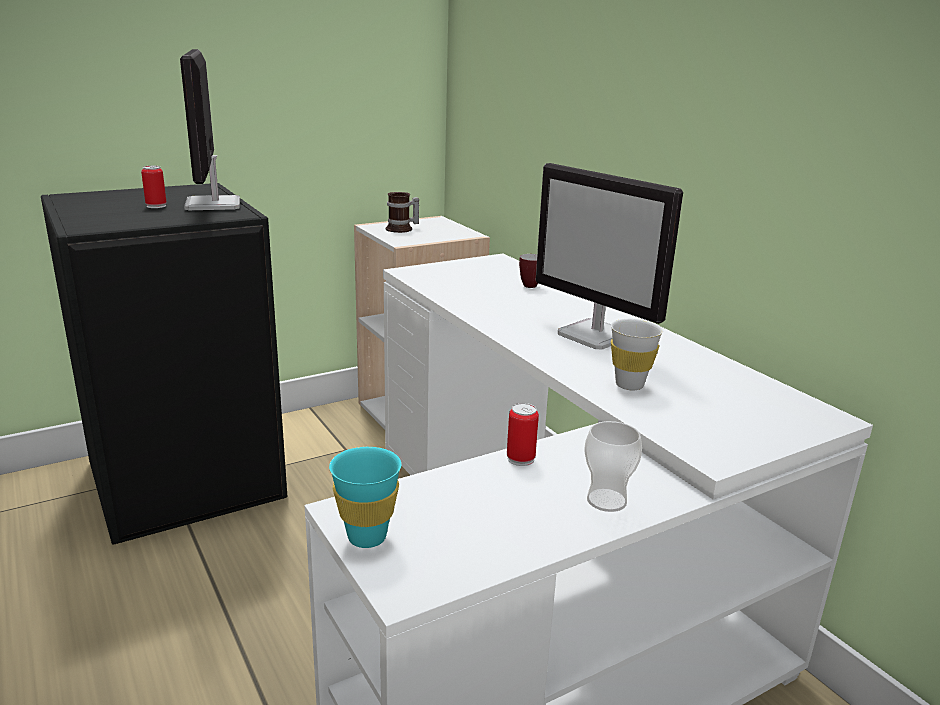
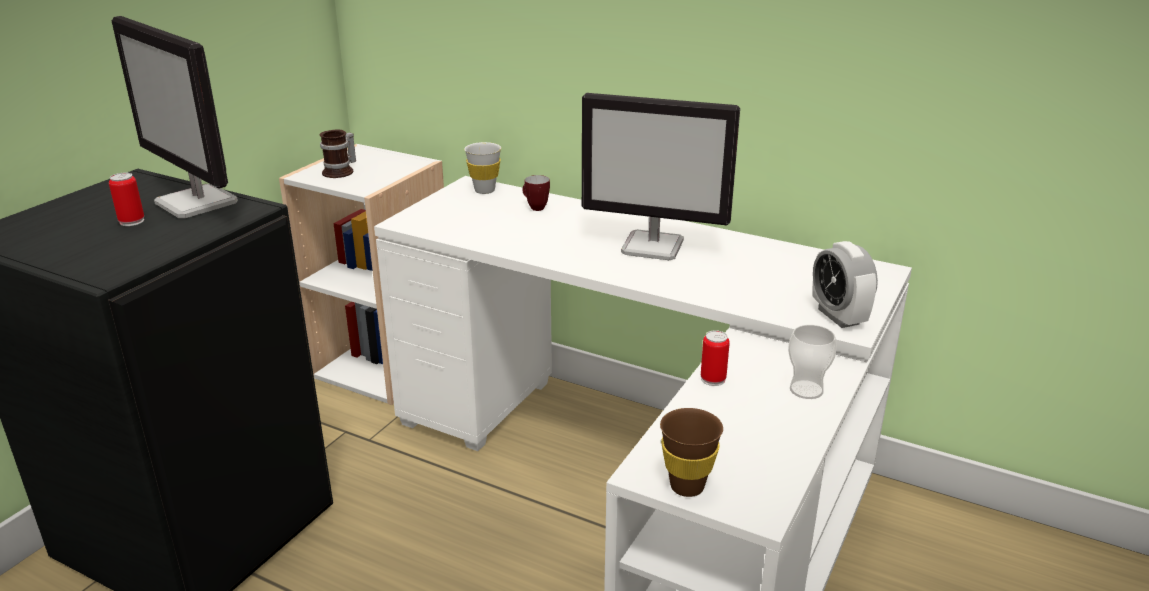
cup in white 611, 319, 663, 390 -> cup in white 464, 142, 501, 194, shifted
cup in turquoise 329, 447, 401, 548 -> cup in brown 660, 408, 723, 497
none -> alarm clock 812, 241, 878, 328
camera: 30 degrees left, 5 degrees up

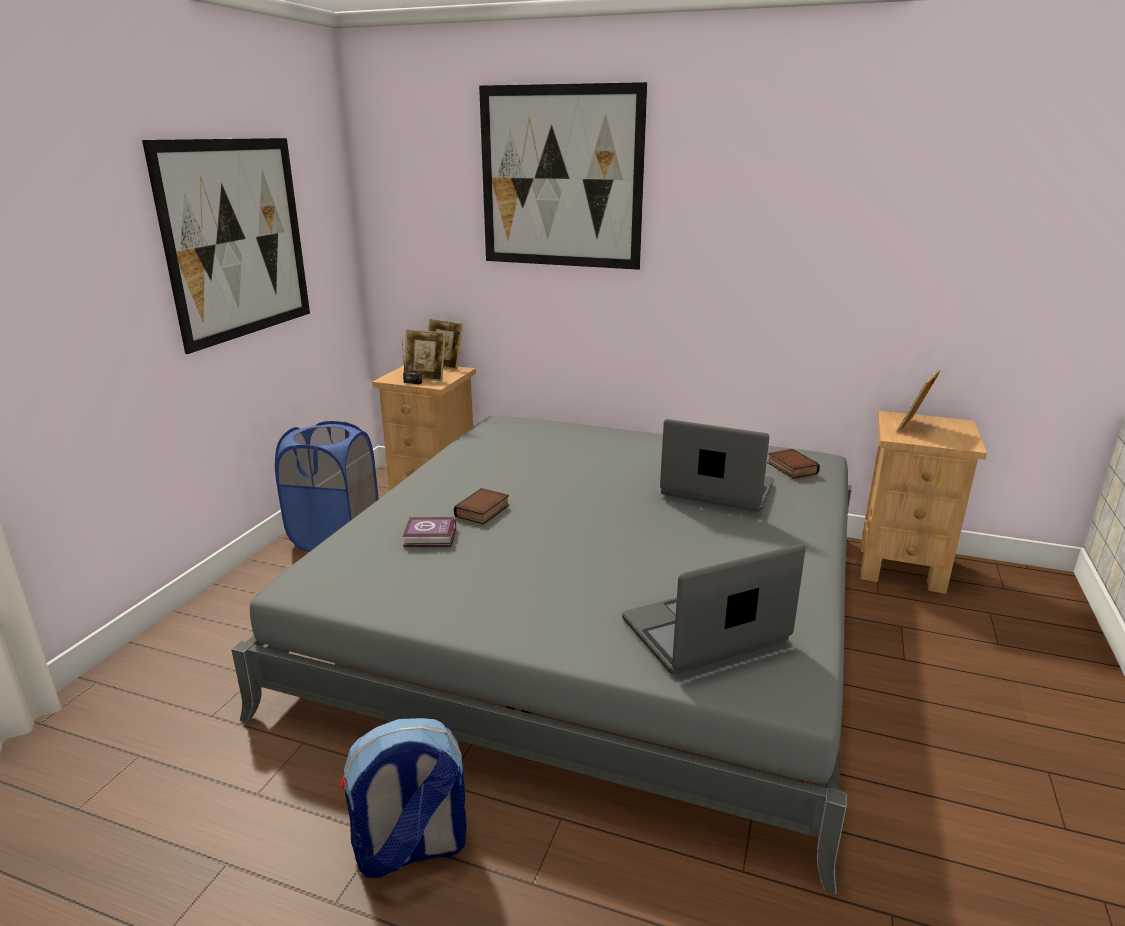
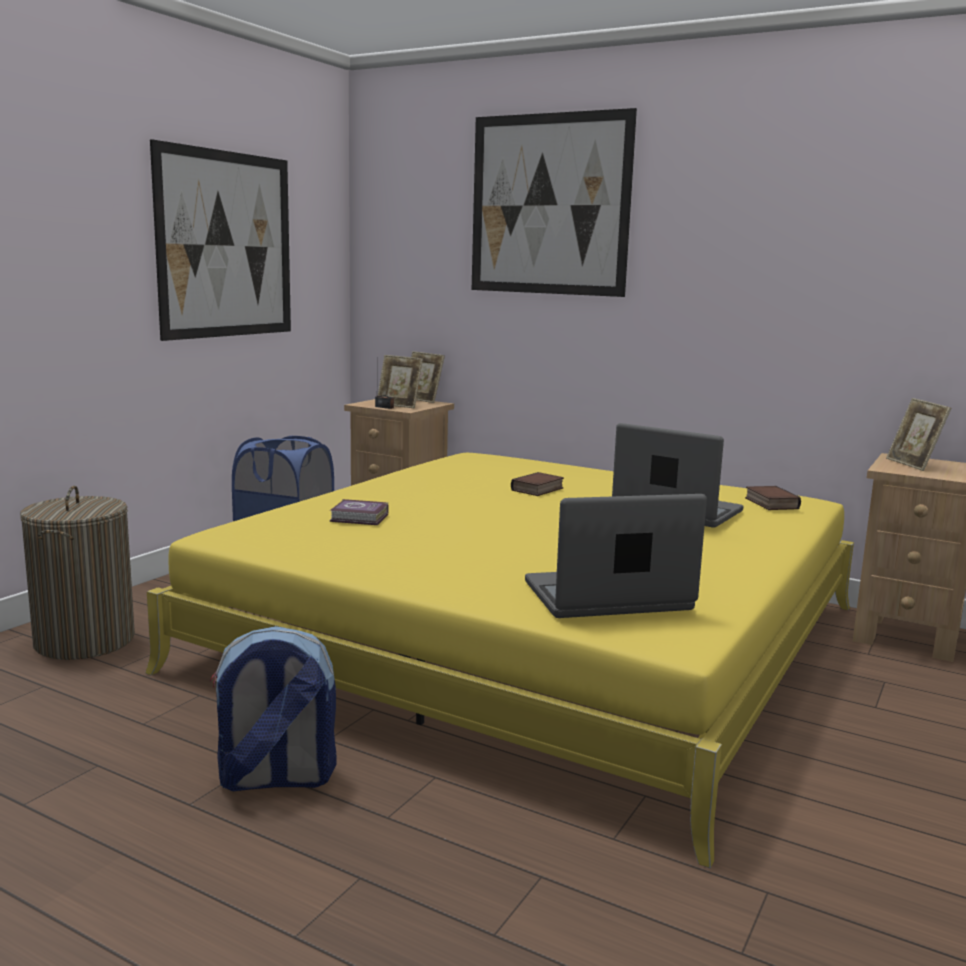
picture frame 896, 369, 940, 432 -> picture frame 886, 398, 951, 471, 60 degrees counterclockwise
bed in grey 231, 416, 852, 894 -> bed in yellow 145, 453, 854, 868
book 454, 488, 509, 525 -> book 511, 472, 564, 496, shifted
none -> laundry basket 20, 485, 135, 660
camera: 10 degrees right, 10 degrees down

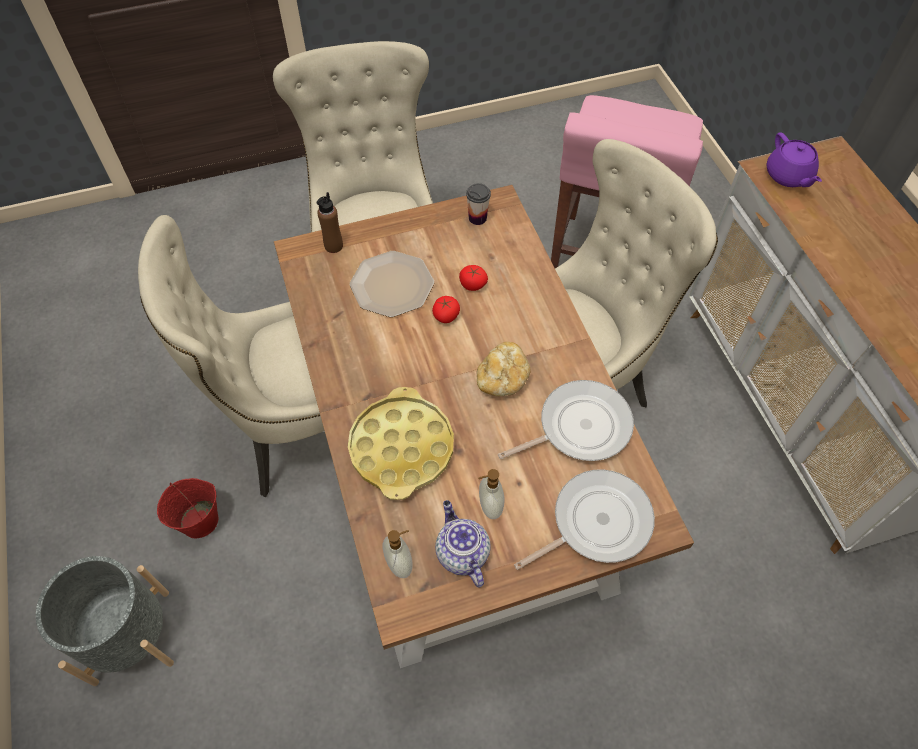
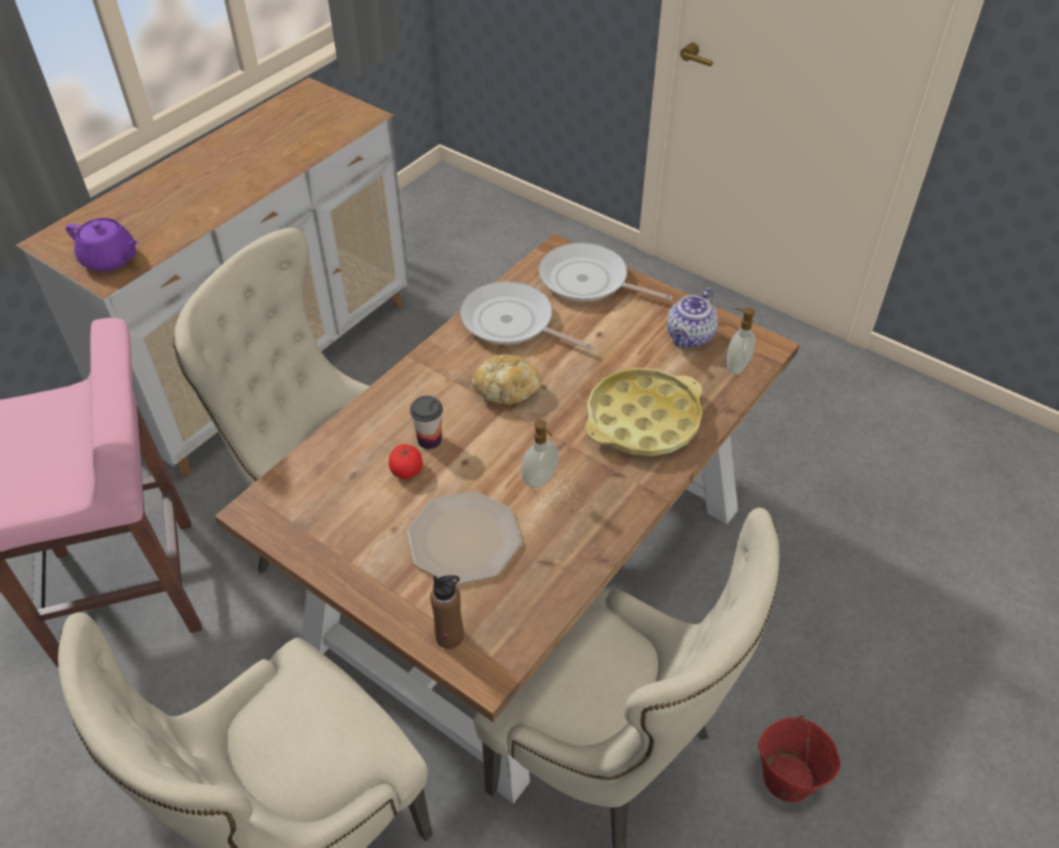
teapot in purple 766, 132, 822, 187 -> teapot in purple 66, 218, 139, 271, 75 degrees clockwise
cup 466, 183, 491, 225 -> cup 410, 396, 443, 449, shifted
tomato 432, 296, 460, 323 -> none
soap dispenser 478, 469, 504, 519 -> soap dispenser 521, 420, 559, 488, shifted
planter in grey 36, 556, 174, 686 -> none
camera: 125 degrees left, 10 degrees down

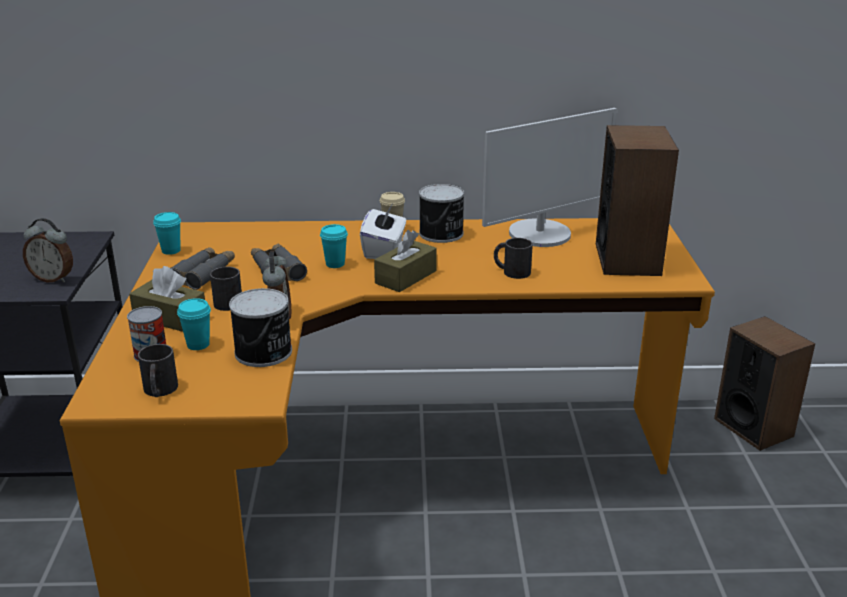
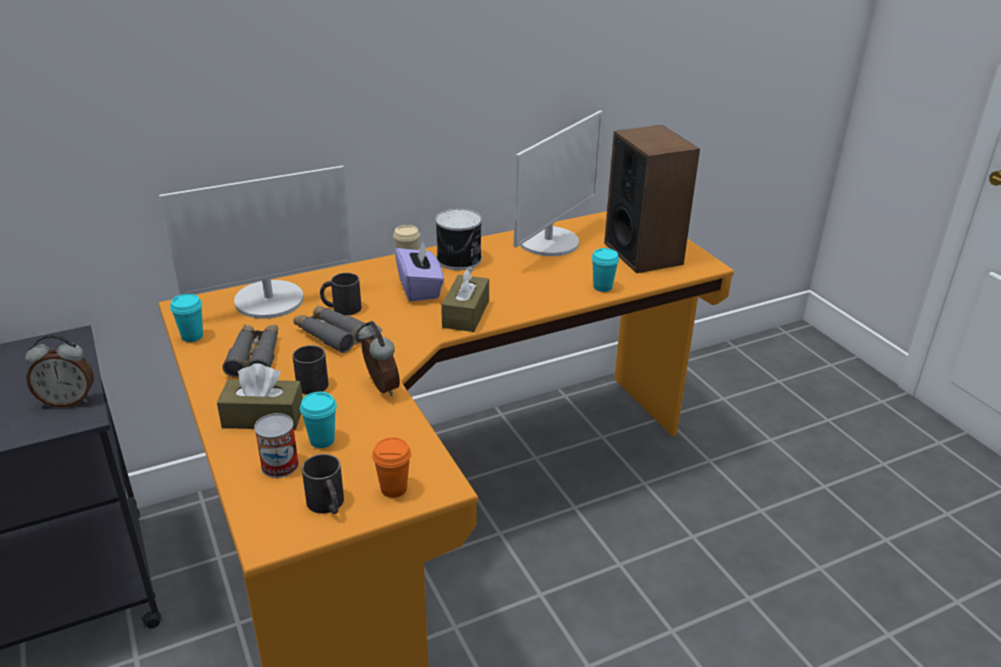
tissue box in white 360, 205, 406, 259 -> tissue box in purple 395, 242, 444, 302
cup in turquoise 320, 224, 348, 268 -> cup in turquoise 591, 248, 619, 292, shifted
mug in black 494, 238, 533, 279 -> mug in black 320, 273, 362, 316, shifted
can 229, 288, 292, 367 -> none
speaker 714, 316, 815, 451 -> none
none -> monitor 159, 165, 352, 319
none -> cup in orange 372, 437, 411, 498
camera: 25 degrees left, 5 degrees up

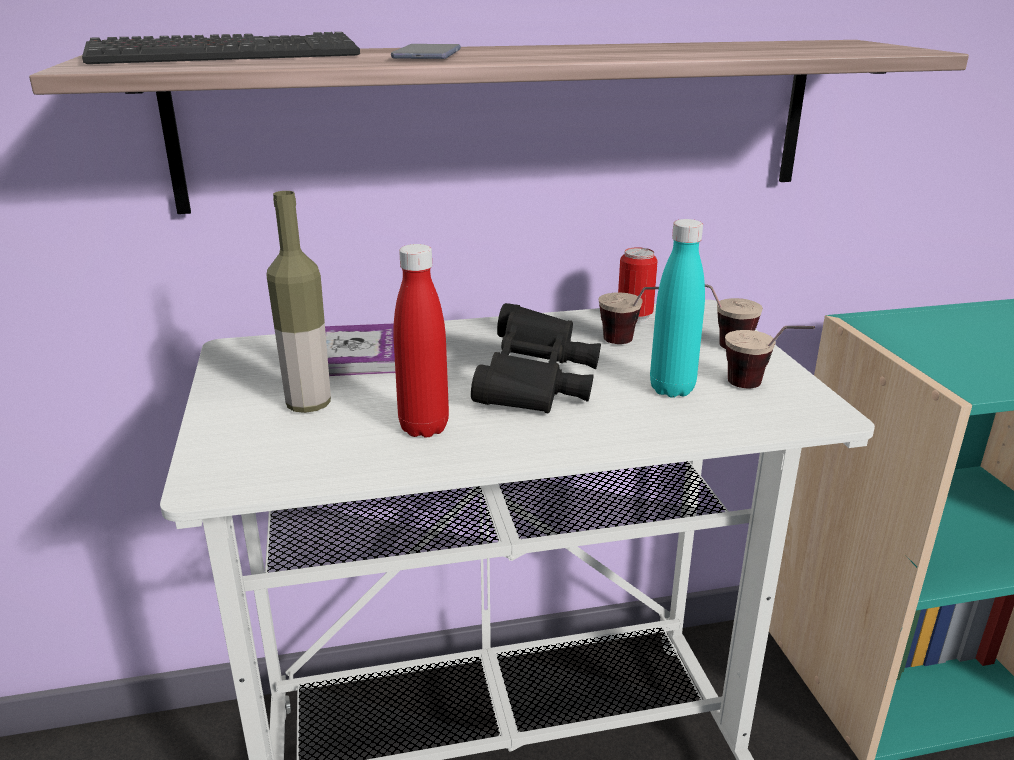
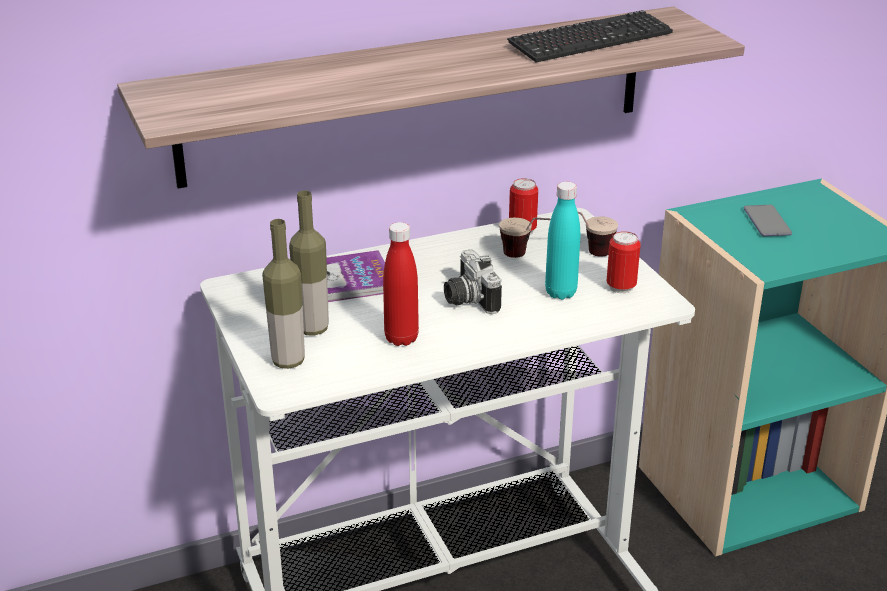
keyboard 82, 32, 360, 64 -> keyboard 507, 10, 673, 62, shifted
phone 391, 44, 461, 59 -> phone 743, 205, 792, 237, shifted
binoculars in black 471, 303, 601, 413 -> photo camera 444, 249, 502, 314
cup 725, 326, 815, 388 -> can 607, 231, 641, 293
none -> bottle 262, 219, 305, 369
camera: 10 degrees left, 5 degrees up

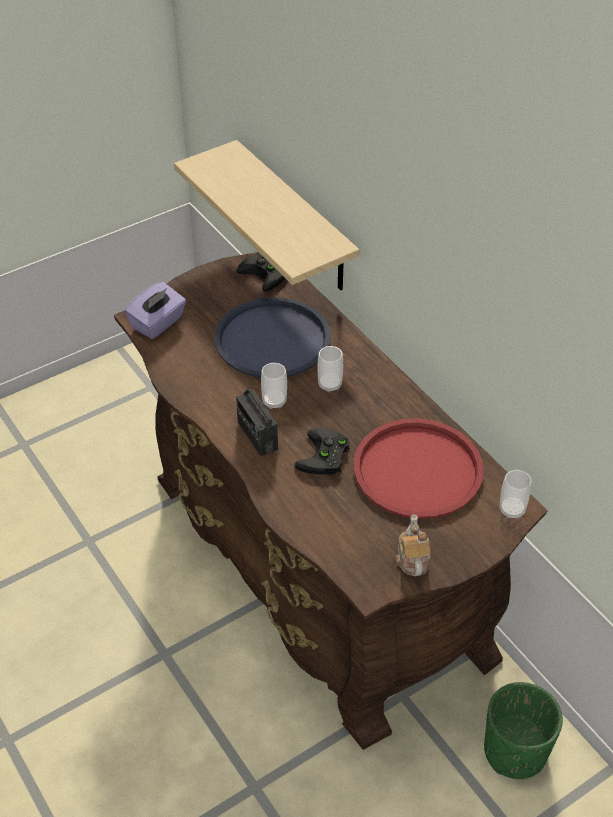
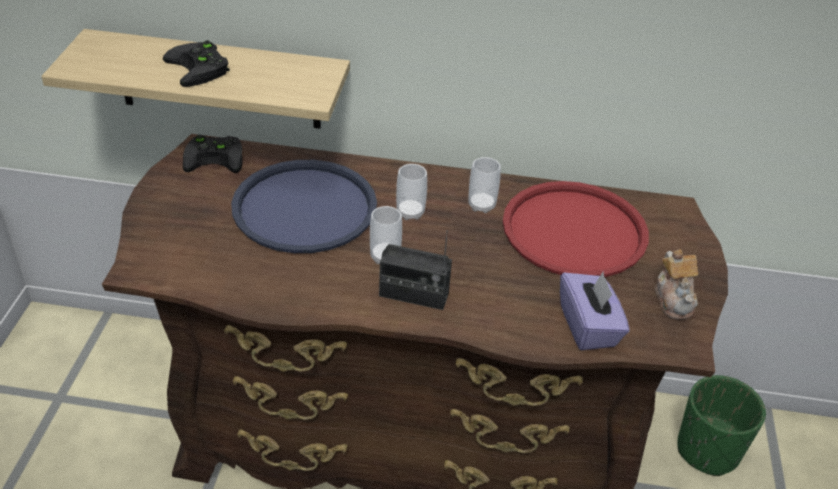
tissue box in purple 125, 281, 186, 339 -> tissue box in purple 560, 272, 630, 350, shifted
game controller in black 294, 428, 350, 474 -> game controller in black 163, 40, 230, 87, shifted
cup 499, 470, 532, 519 -> cup 468, 157, 501, 213, shifted
teapot 396, 514, 431, 576 -> teapot 655, 249, 699, 320, 135 degrees counterclockwise
camera: 50 degrees left, 5 degrees down

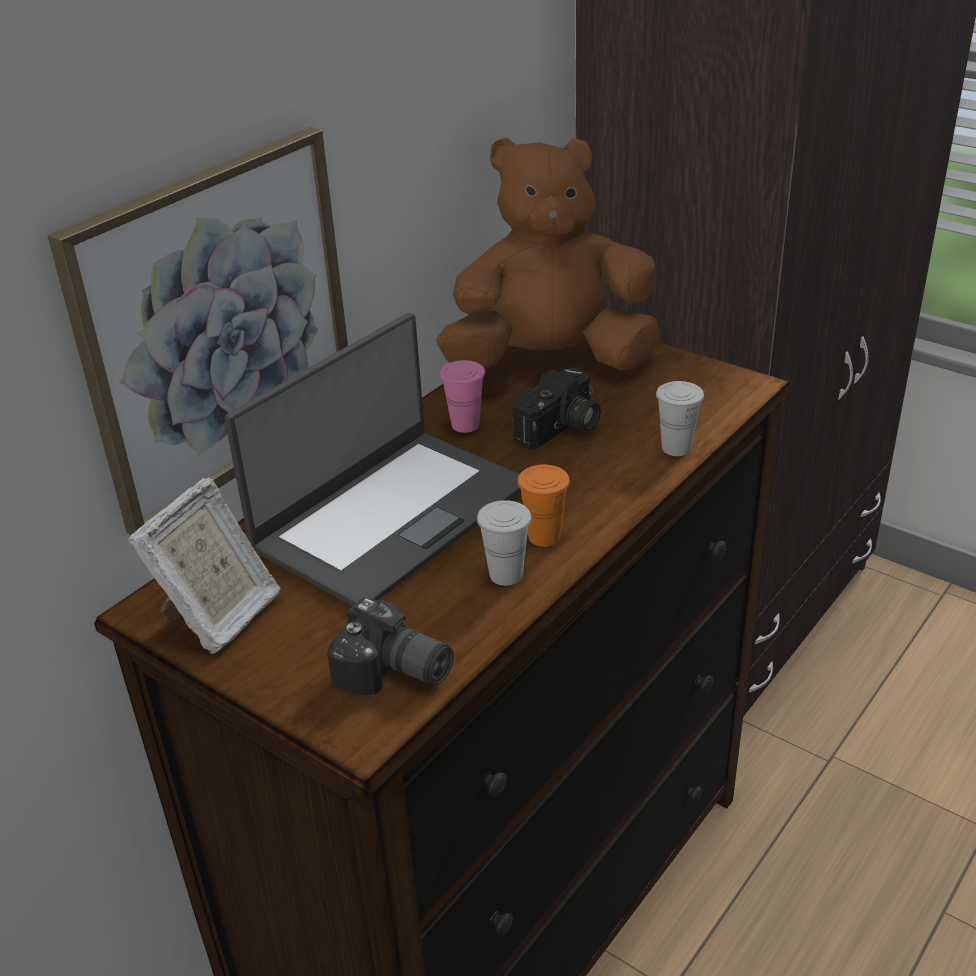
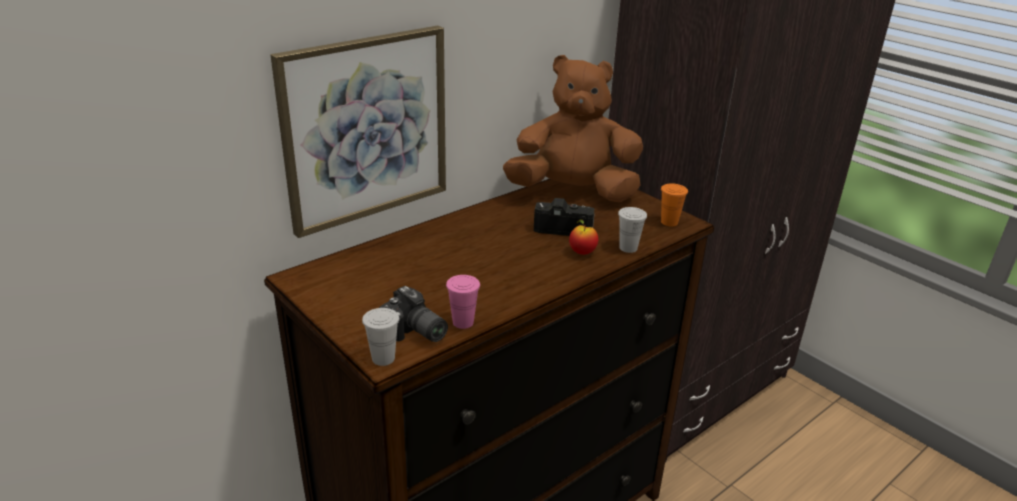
laptop 225, 313, 521, 606 -> none
cup in pink 440, 360, 485, 433 -> cup in pink 446, 275, 480, 329, shifted
photo camera 512, 368, 601, 450 -> photo camera 533, 198, 595, 236, 135 degrees counterclockwise
cup in orange 517, 465, 570, 547 -> cup in orange 661, 183, 688, 227, shifted
picture frame 128, 478, 281, 654 -> none
cup in white 477, 500, 531, 586 -> cup in white 362, 308, 399, 366, shifted
none -> apple 569, 219, 598, 255
camera: 10 degrees right, 5 degrees down

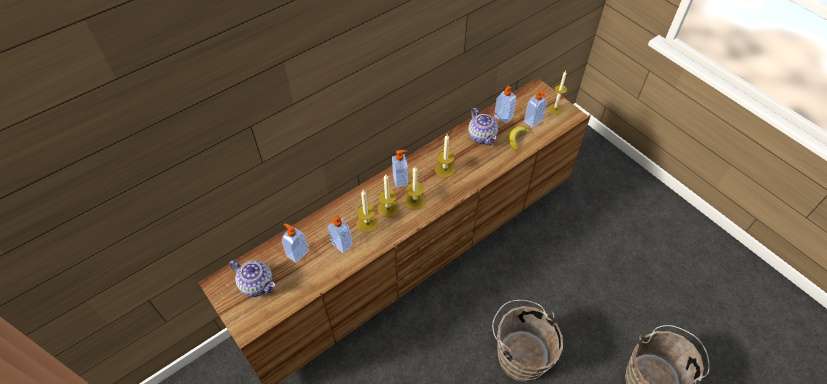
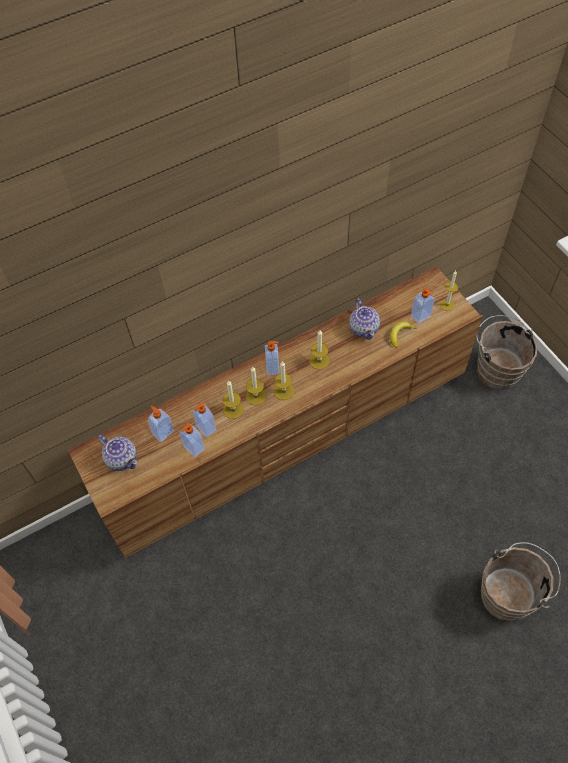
soap dispenser 494, 86, 517, 123 -> soap dispenser 179, 423, 205, 457, shifted
bucket in brown 492, 300, 563, 382 -> bucket in brown 476, 315, 537, 390, shifted
camera: 10 degrees right, 5 degrees up

